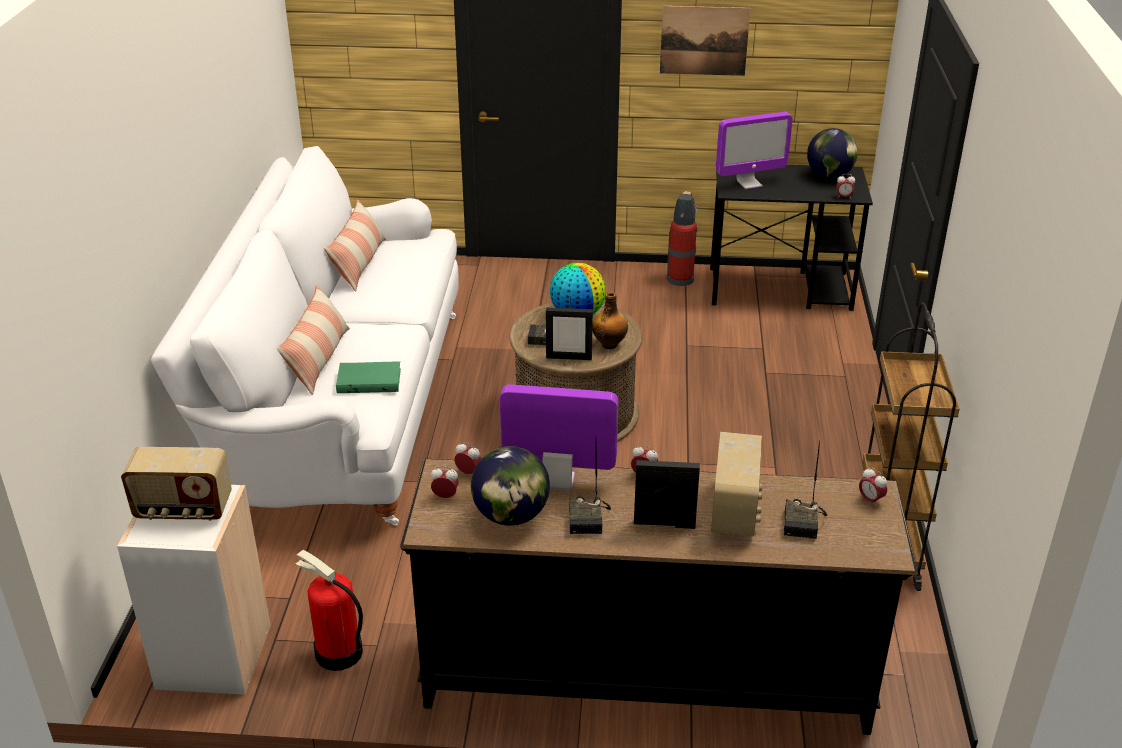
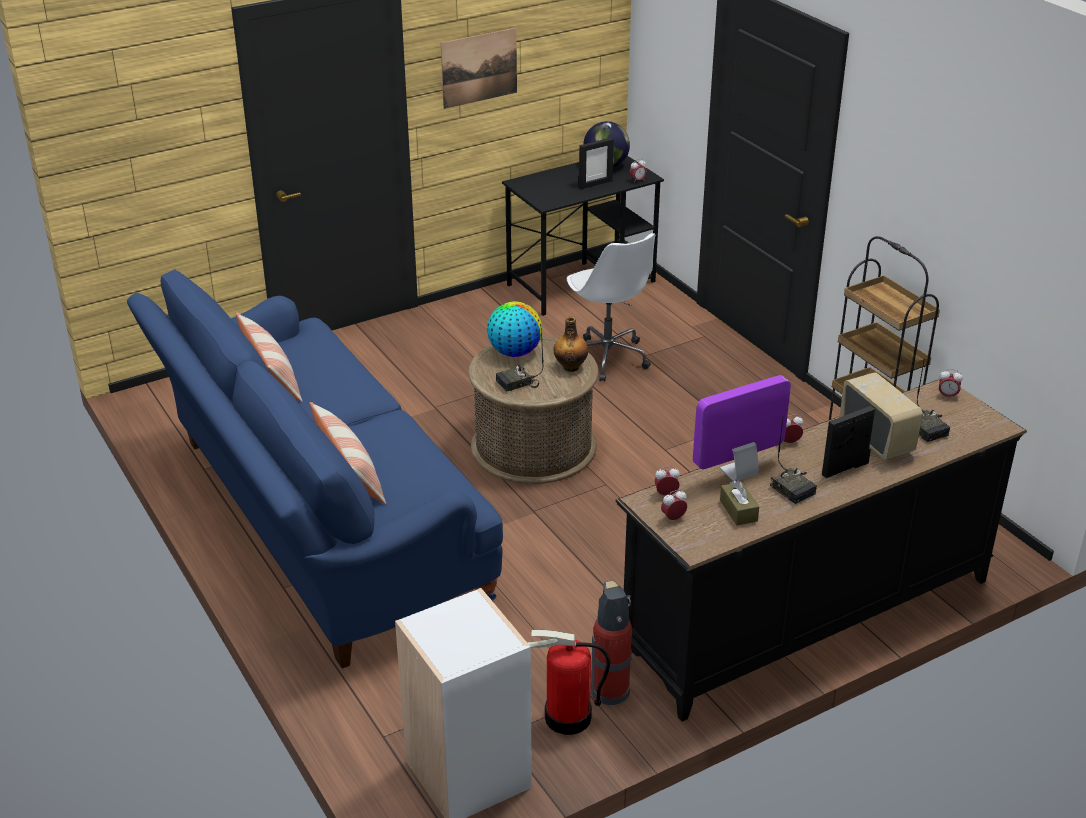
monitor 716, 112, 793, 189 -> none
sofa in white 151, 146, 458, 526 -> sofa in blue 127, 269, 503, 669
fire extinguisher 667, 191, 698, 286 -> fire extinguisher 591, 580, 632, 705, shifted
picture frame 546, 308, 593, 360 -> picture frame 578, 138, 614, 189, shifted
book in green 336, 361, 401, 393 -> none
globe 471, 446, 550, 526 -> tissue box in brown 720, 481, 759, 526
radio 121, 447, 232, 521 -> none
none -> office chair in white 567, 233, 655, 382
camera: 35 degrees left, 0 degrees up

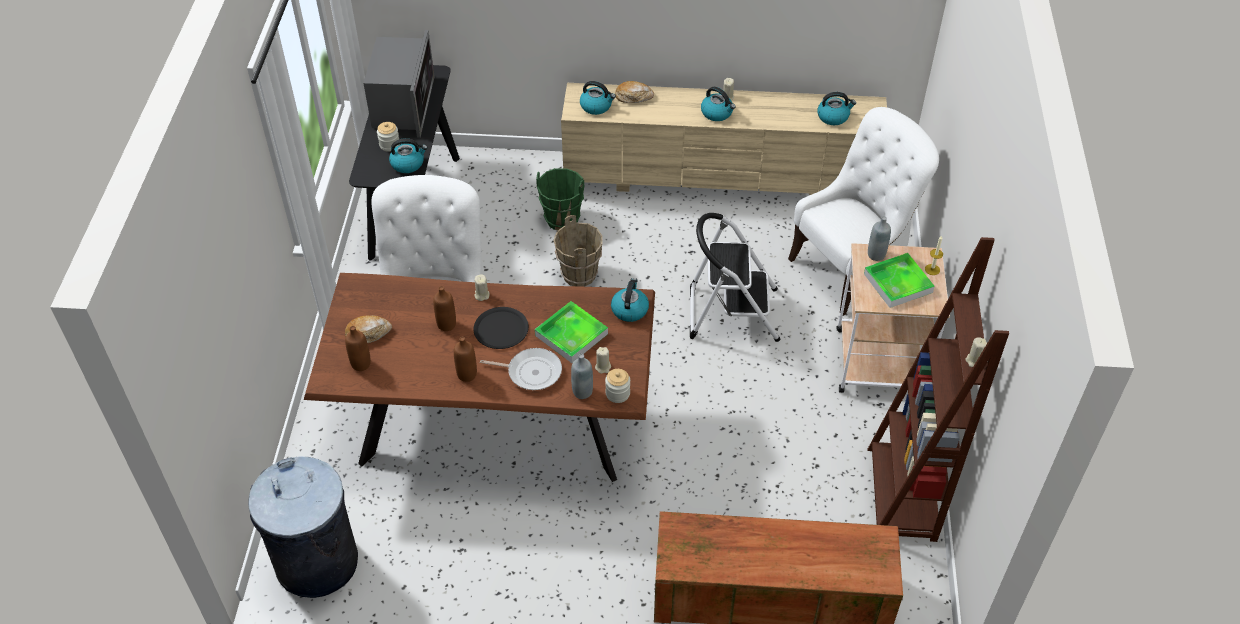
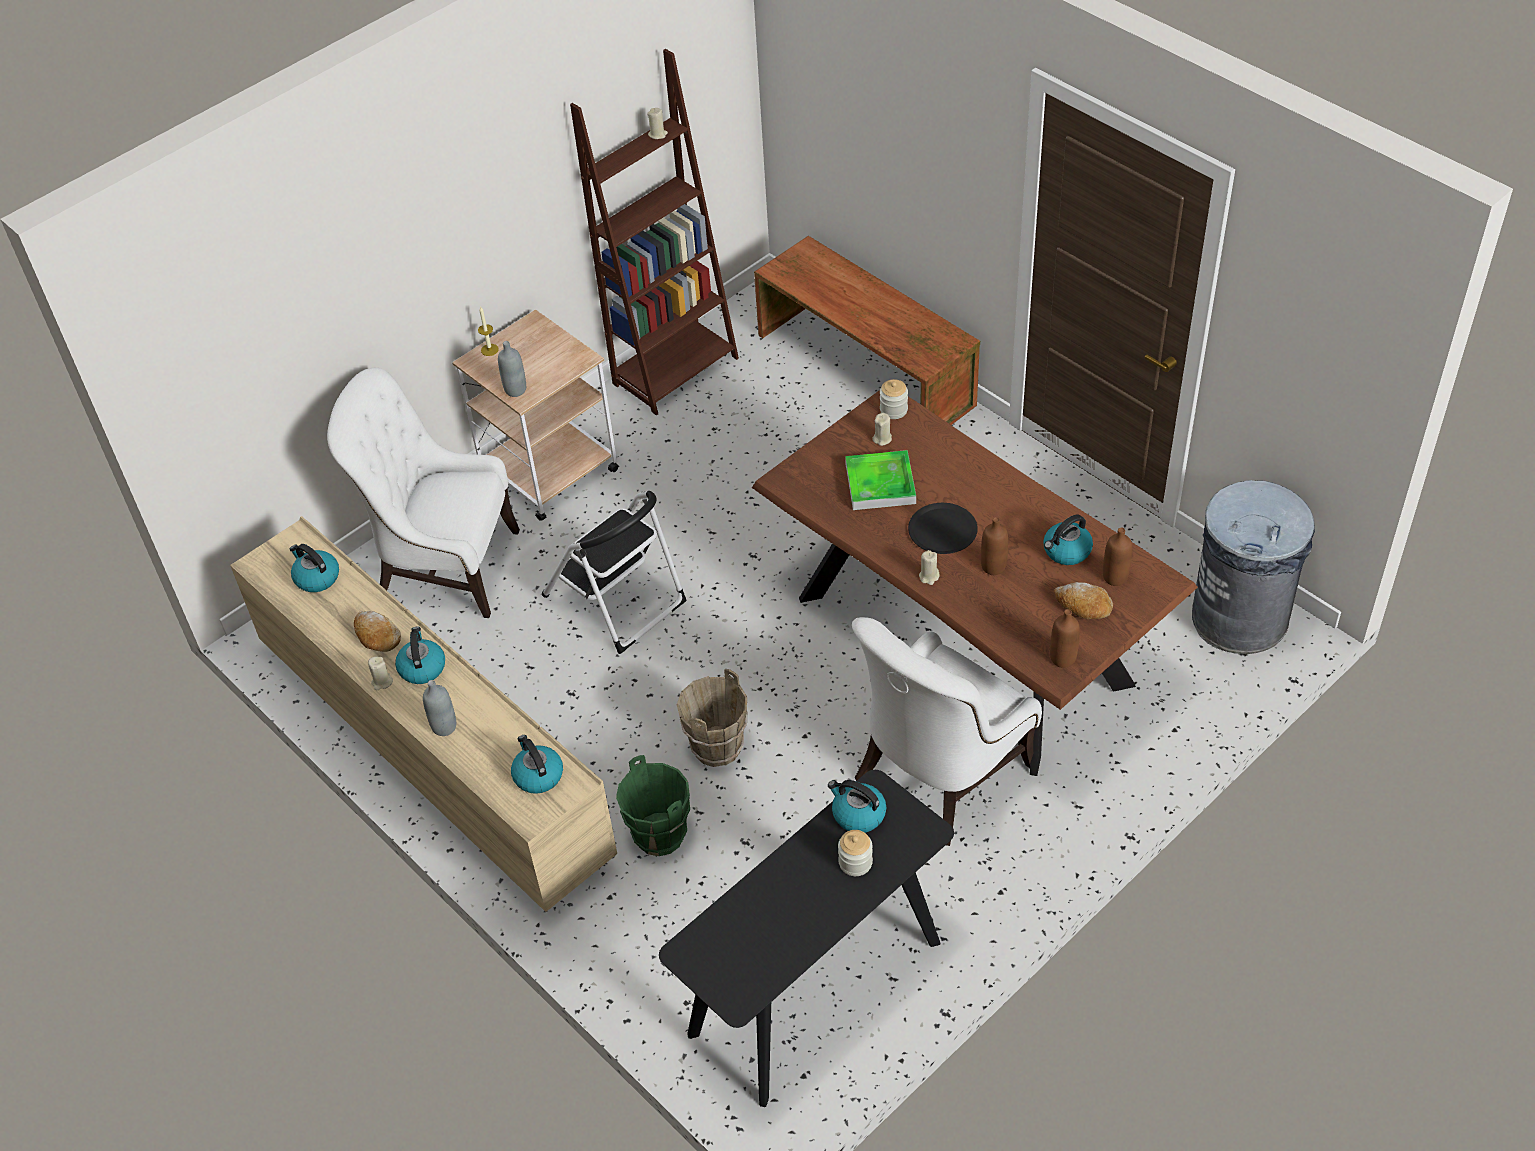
microwave 363, 30, 435, 138 -> none
bread 615, 81, 654, 103 -> bread 354, 611, 401, 652, shifted
tray 864, 253, 935, 308 -> none
kettle 611, 278, 649, 322 -> kettle 1043, 515, 1093, 565, shifted
bottle in brown 454, 337, 477, 382 -> bottle in brown 1050, 609, 1080, 668, shifted
frying pan 480, 348, 562, 390 -> none
bottle in grey 571, 354, 593, 399 -> bottle in grey 423, 680, 456, 736, shifted
camera: 135 degrees left, 0 degrees up

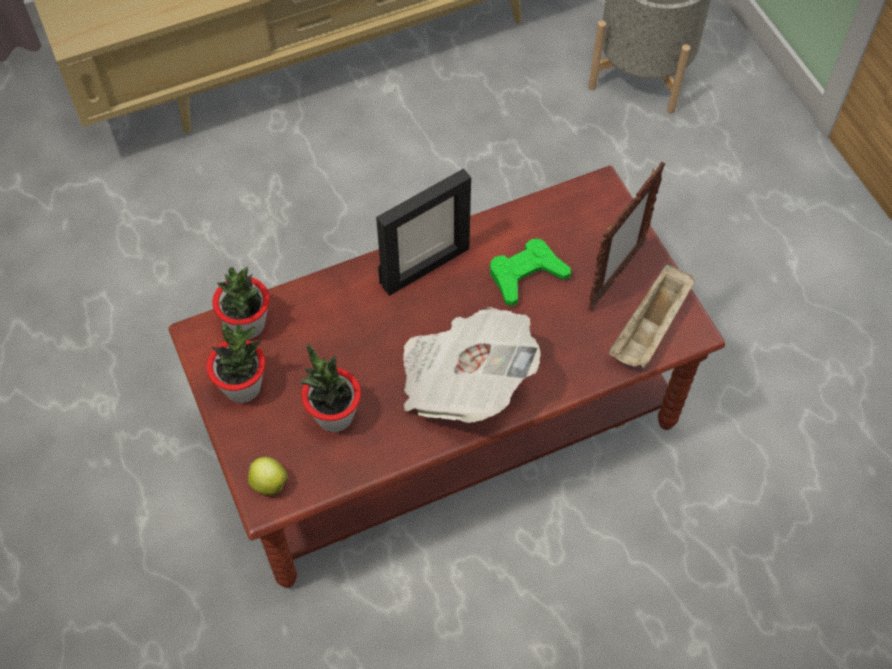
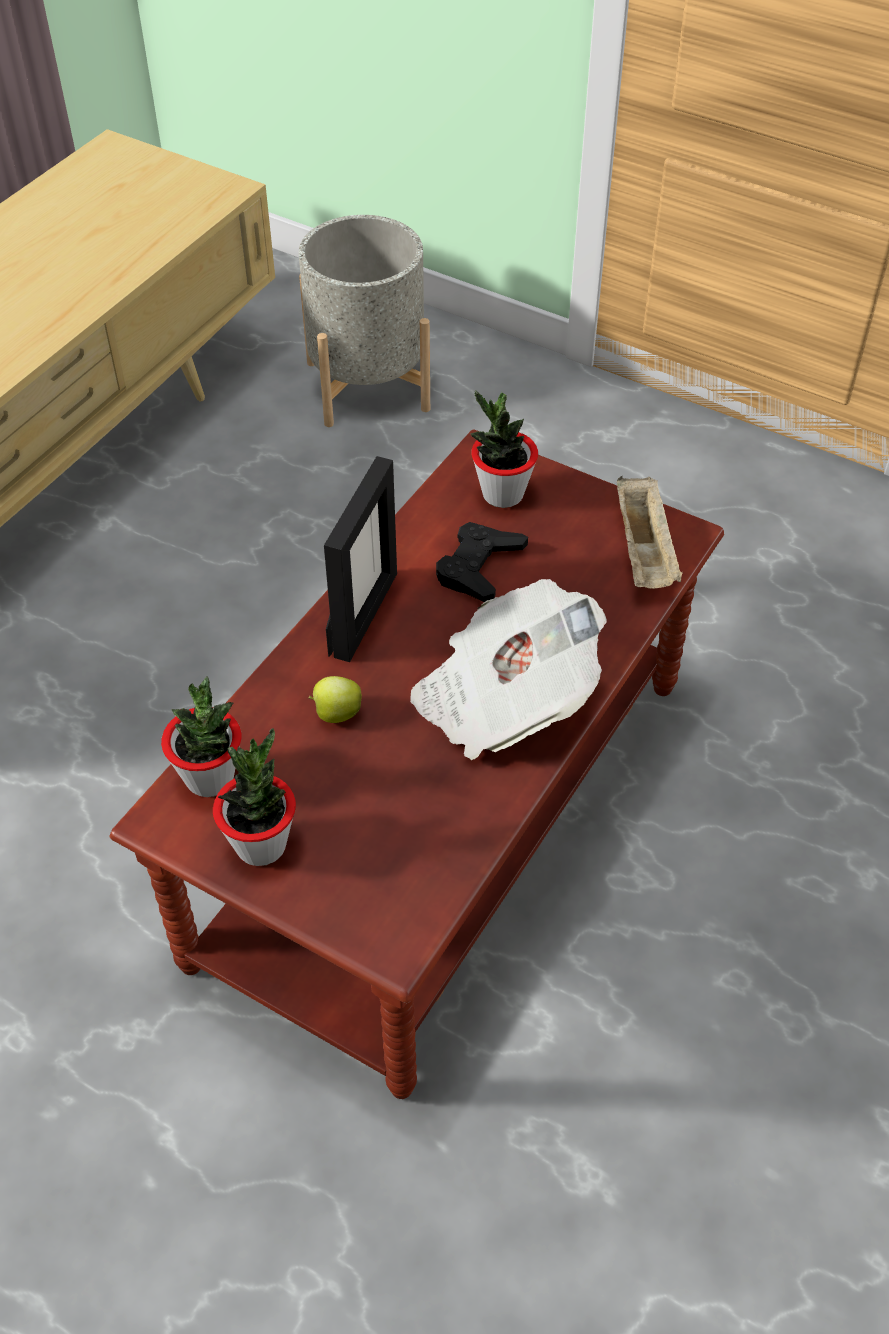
picture frame 588, 162, 665, 310 -> none
game controller in green 490, 239, 571, 306 -> game controller in black 436, 522, 528, 602
potted plant 300, 344, 361, 432 -> potted plant 470, 391, 538, 508, shifted
apple 248, 457, 288, 495 -> apple 308, 676, 362, 723, shifted
camera: 35 degrees left, 10 degrees down

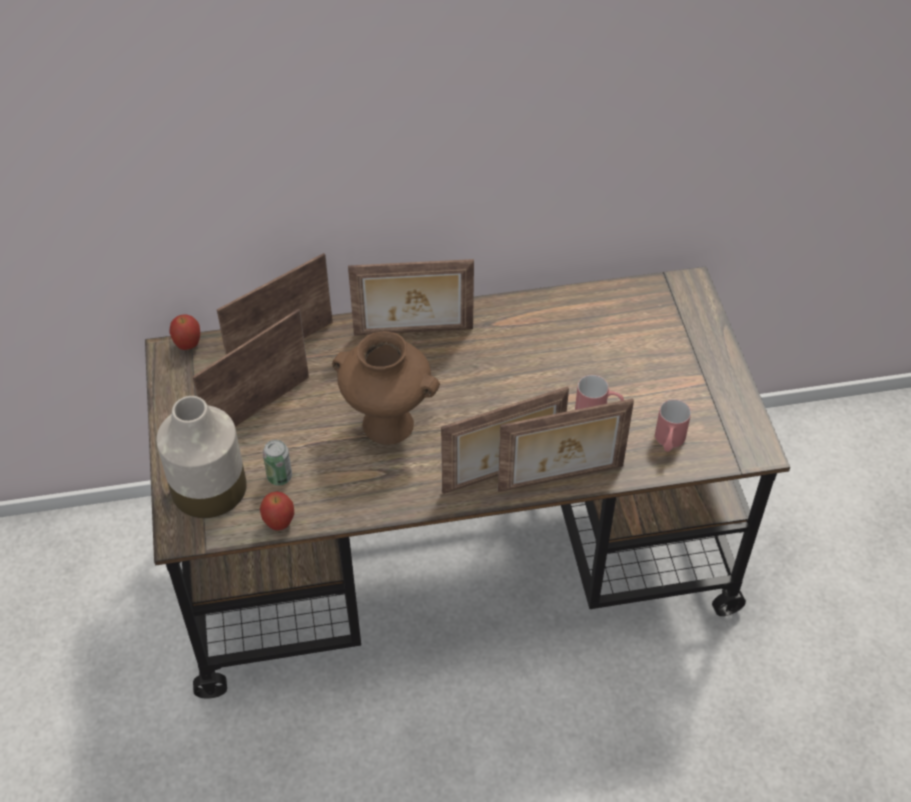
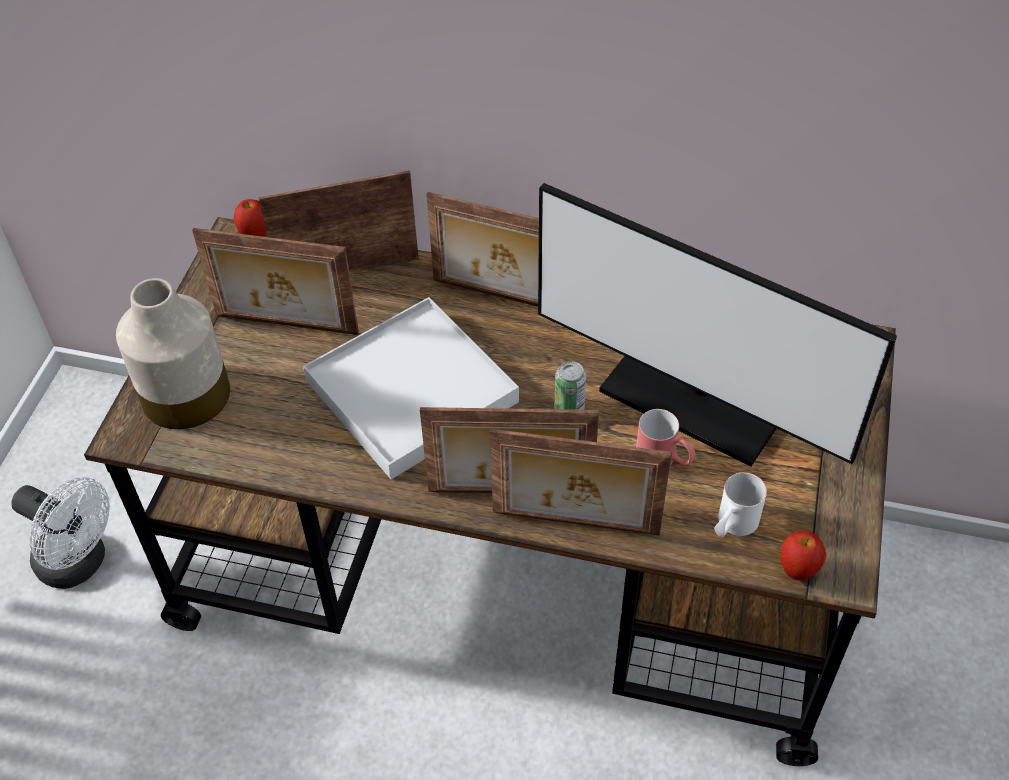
picture frame 192, 309, 309, 427 -> picture frame 192, 228, 359, 335, 150 degrees counterclockwise
vase in brown 332, 331, 440, 445 -> tray in white 303, 297, 519, 479
mug in red 655, 399, 691, 452 -> mug in white 714, 472, 767, 537
can 263, 440, 292, 486 -> can 555, 361, 586, 410, shifted
apple 260, 491, 294, 531 -> apple 780, 530, 826, 580, shifted
none -> monitor 538, 183, 897, 466
none -> fan in white 11, 477, 110, 589
camera: 25 degrees right, 0 degrees up

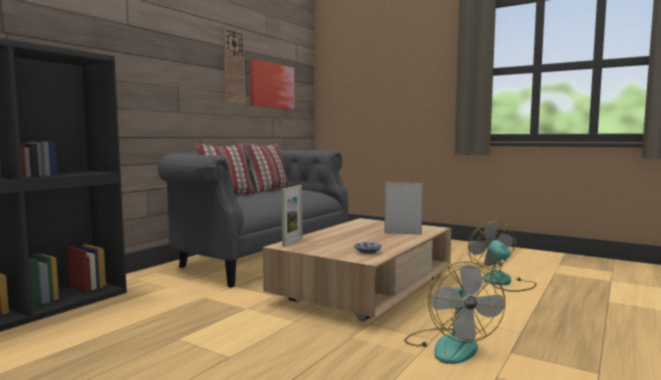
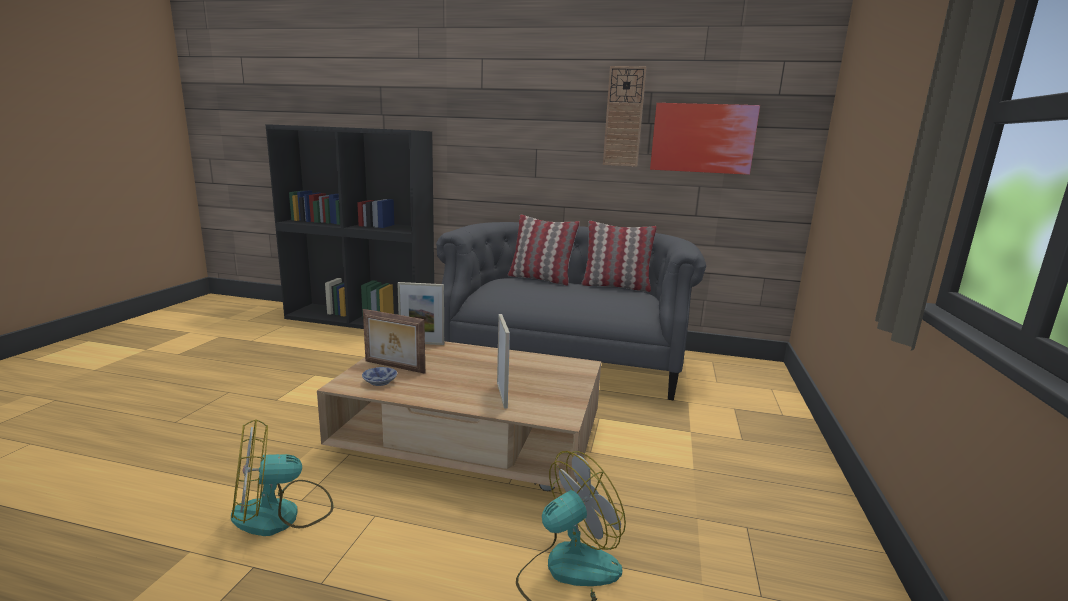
none -> picture frame 363, 309, 425, 374
camera: 70 degrees right, 10 degrees up

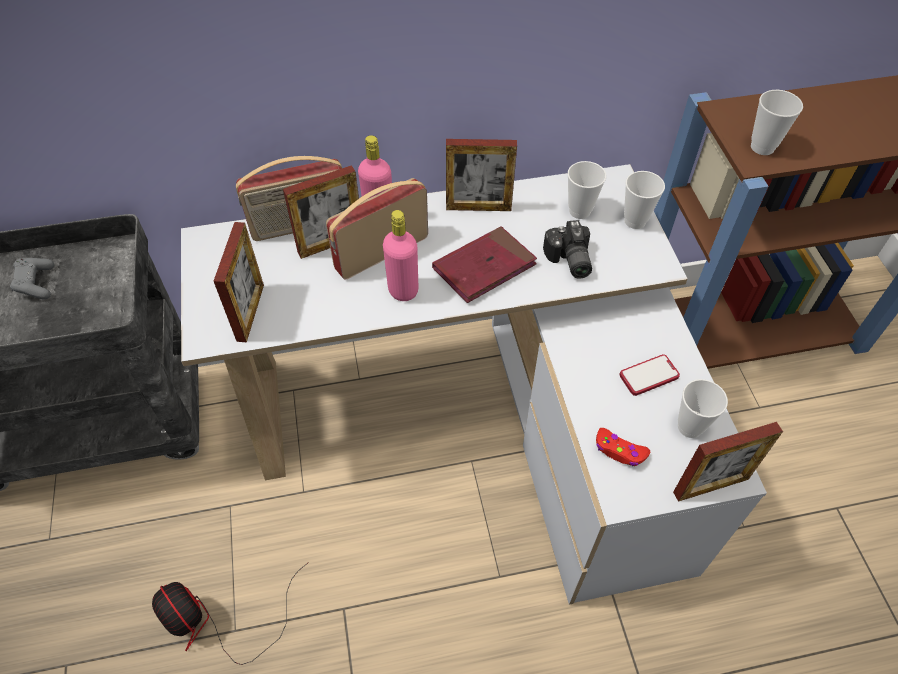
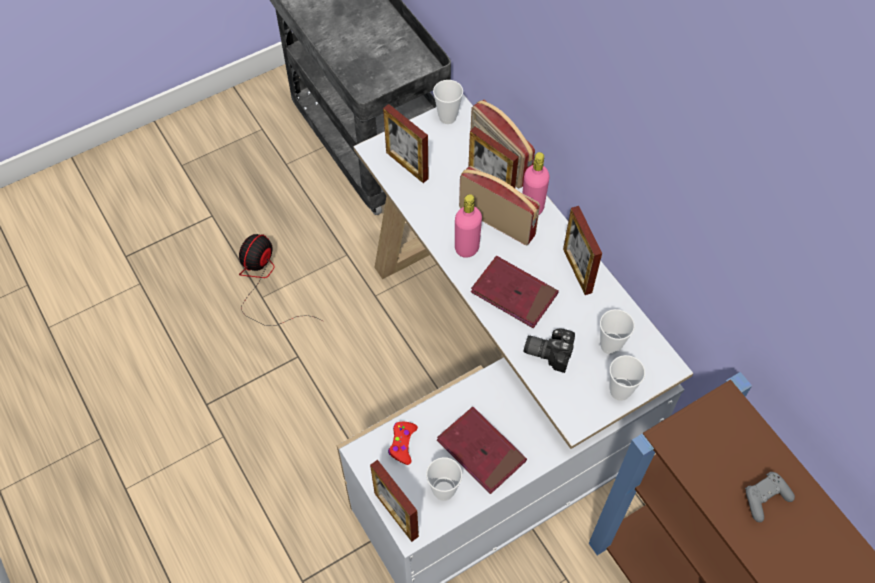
cup 751, 90, 803, 155 -> cup 433, 80, 463, 124, shifted
photo camera 543, 220, 592, 279 -> photo camera 523, 329, 575, 373, 45 degrees clockwise
picture frame 214, 222, 264, 342 -> picture frame 383, 104, 429, 183, 60 degrees clockwise
game controller in grey 10, 258, 55, 300 -> game controller in grey 745, 472, 795, 522, shifted
phone 619, 354, 680, 396 -> book in red 437, 407, 527, 494
camera: 70 degrees right, 5 degrees up

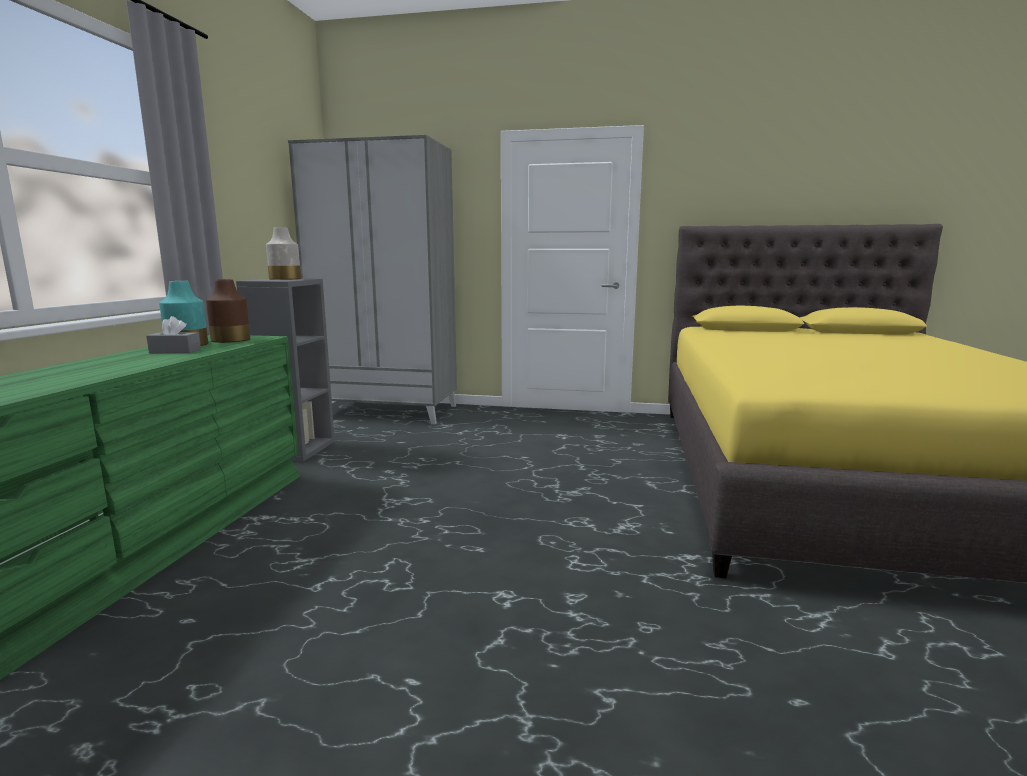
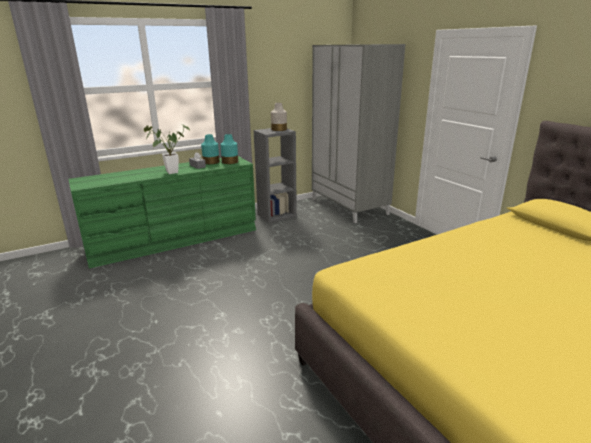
vase in brown 206, 279, 251, 343 -> vase in turquoise 220, 134, 238, 164
none -> potted plant 144, 125, 190, 174
camera: 50 degrees right, 10 degrees up

